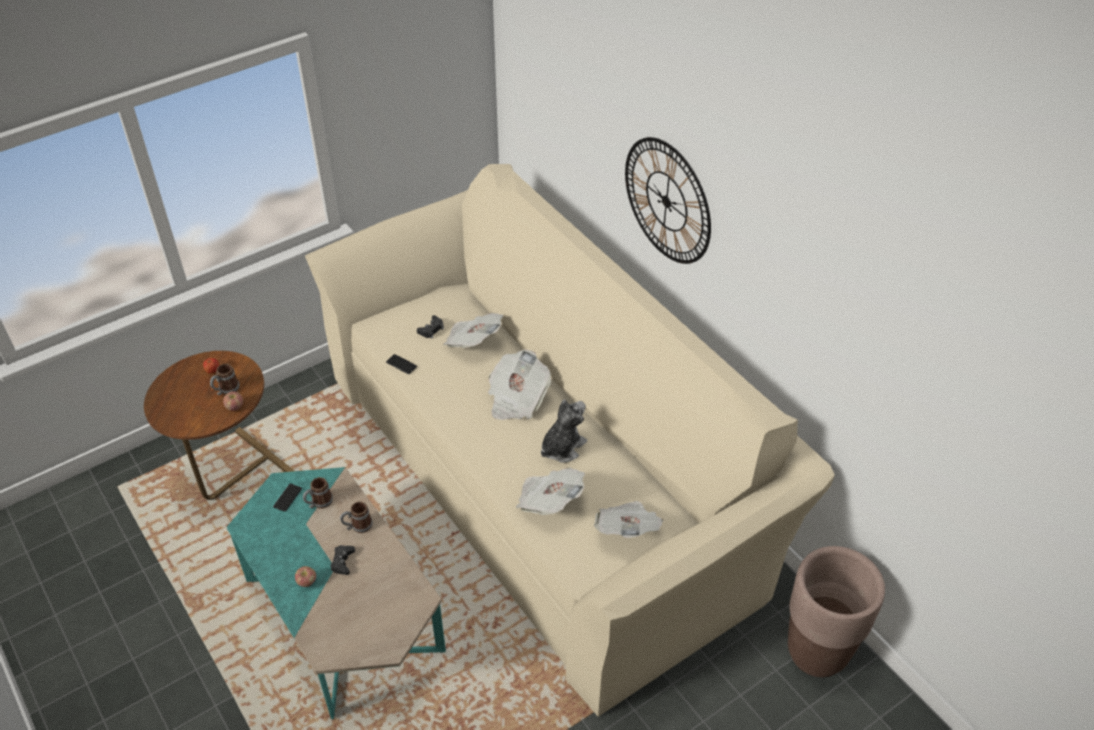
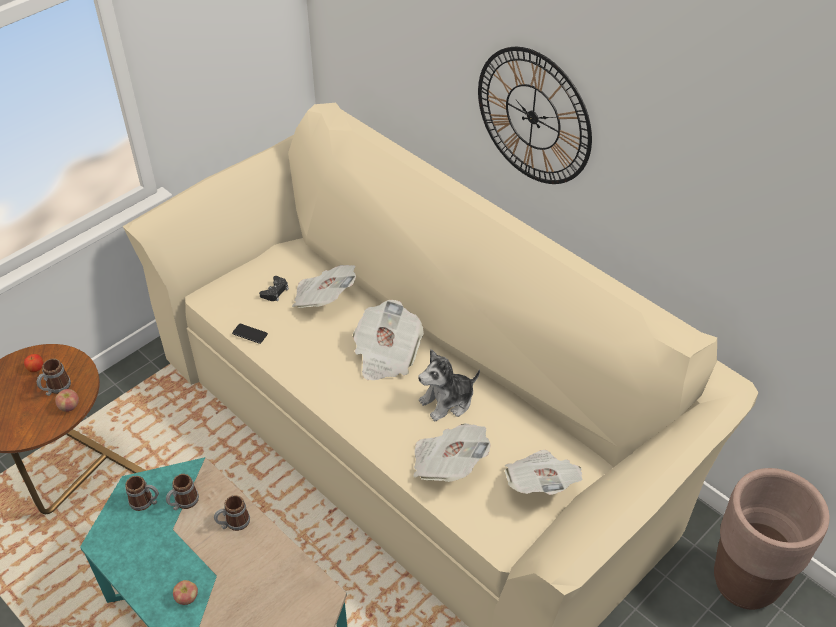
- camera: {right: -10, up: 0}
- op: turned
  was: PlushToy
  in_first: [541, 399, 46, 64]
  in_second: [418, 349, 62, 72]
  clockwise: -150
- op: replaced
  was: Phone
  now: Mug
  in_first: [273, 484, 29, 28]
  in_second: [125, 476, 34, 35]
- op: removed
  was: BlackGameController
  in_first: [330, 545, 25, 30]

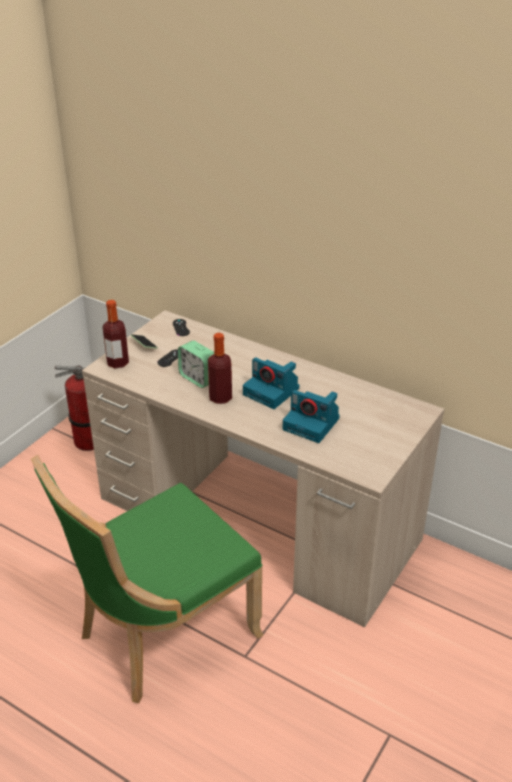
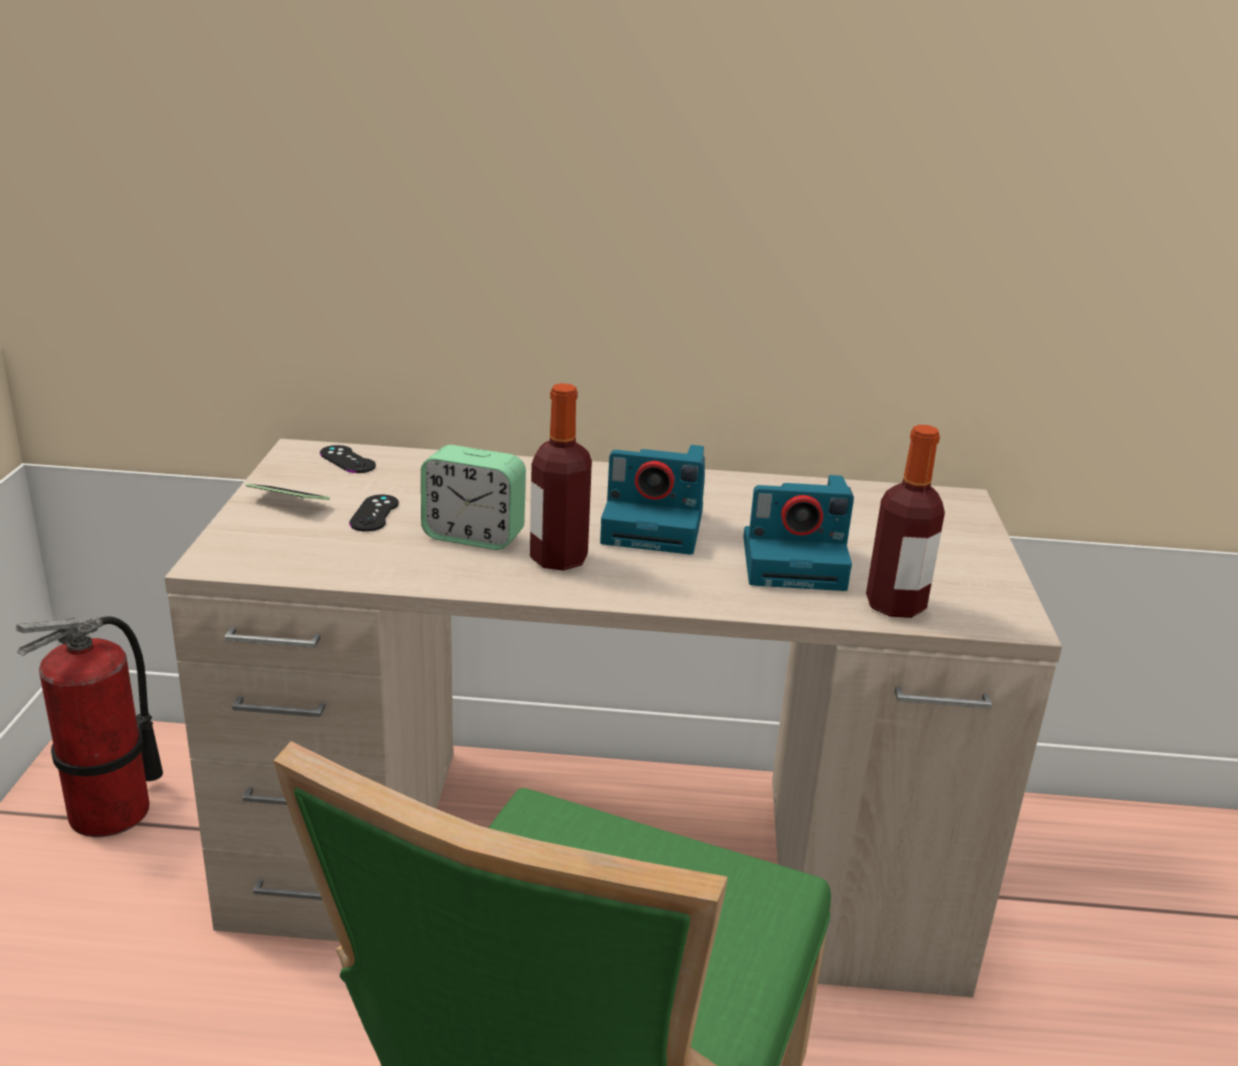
- camera: {right: -30, up: -10}
- op: moved
  was: Bottle
  in_first: [103, 300, 26, 68]
  in_second: [866, 425, 79, 193]

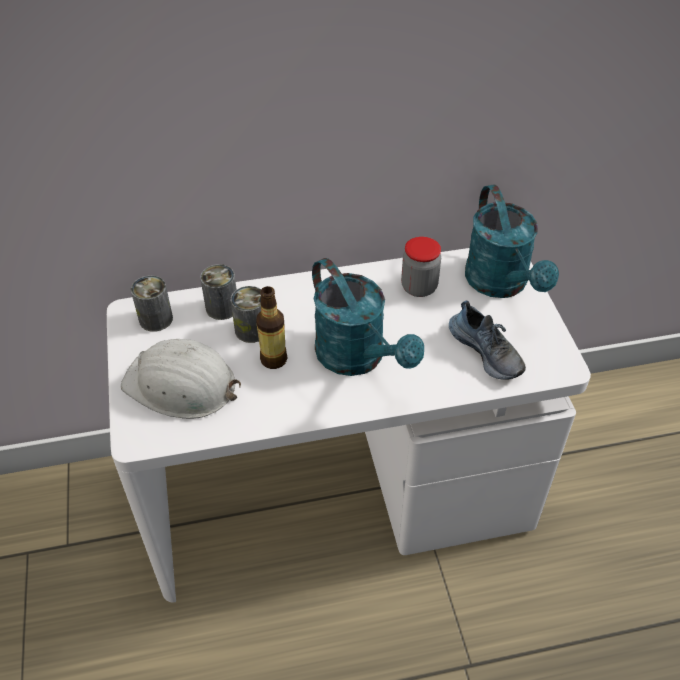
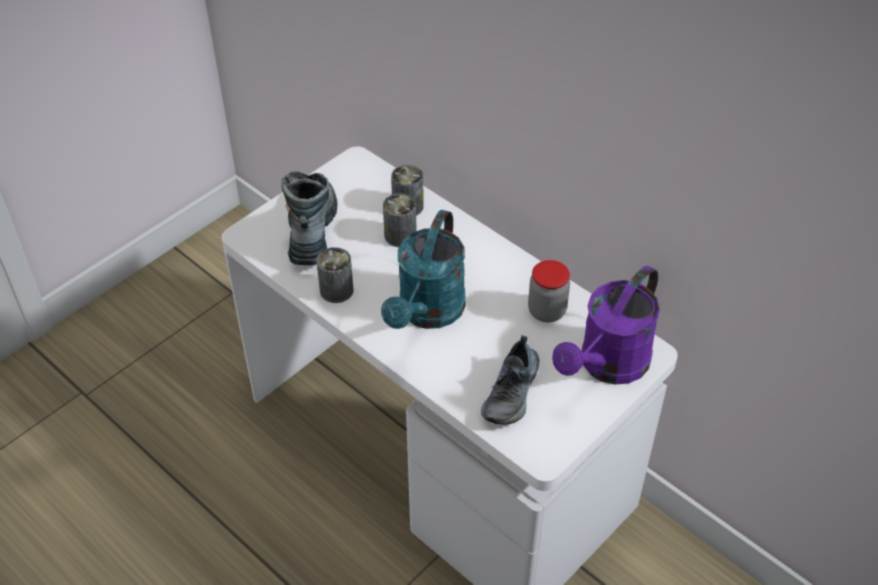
- camera: {right: 55, up: 0}
- op: recoloured
  was: TurquoiseWateringCan
  now: PurpleWateringCan
  in_first: [465, 185, 94, 113]
  in_second: [552, 266, 108, 119]
- op: moved
  was: Can
  in_first: [131, 275, 42, 57]
  in_second: [316, 247, 38, 56]
- op: removed
  was: Bottle
  in_first: [256, 286, 31, 83]
- op: replaced
  was: WhiteHardHat
  now: Boot
  in_first: [121, 339, 120, 80]
  in_second: [281, 171, 57, 94]

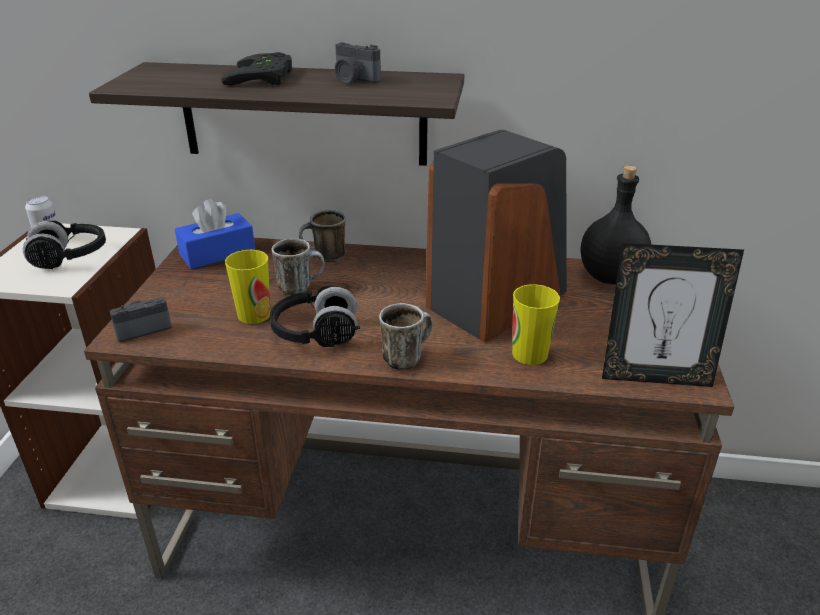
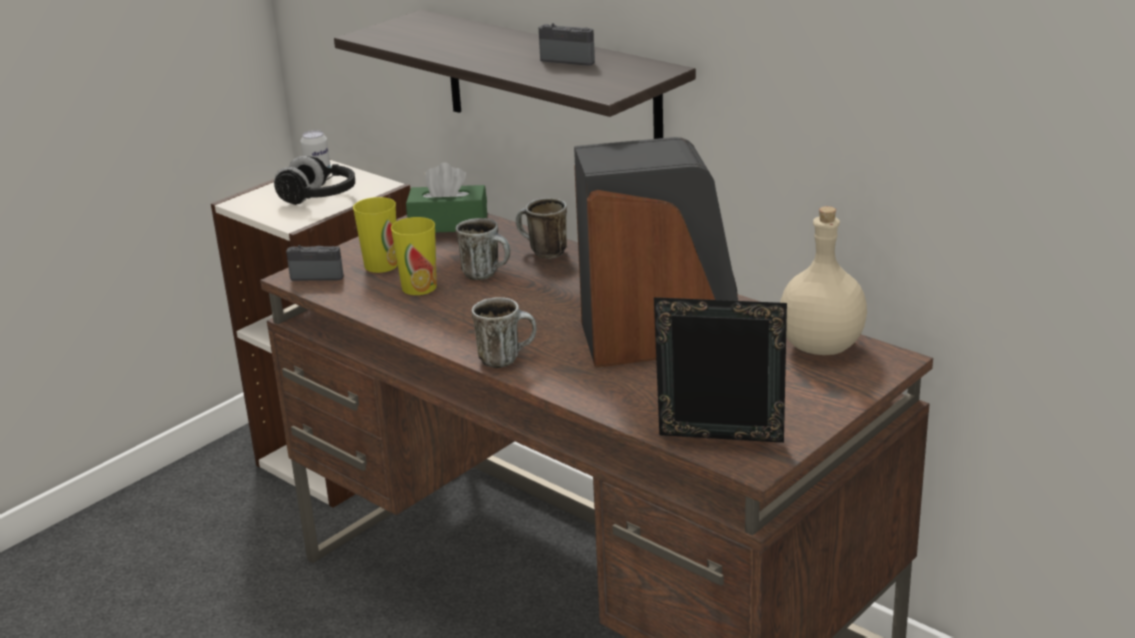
- camera: {right: 35, up: -5}
- op: turned
  was: PhotoCamera
  in_first: [335, 42, 46, 42]
  in_second: [539, 23, 56, 43]
  clockwise: 135
- op: removed
  was: BlackGameController
  in_first: [221, 52, 71, 34]
- op: recoloured
  was: BlackBottle
  now: BeigeBottle
  in_first: [581, 165, 70, 119]
  in_second: [780, 206, 87, 149]
- op: recoloured
  was: BlueTissueBox
  now: GreenTissueBox
  in_first: [175, 199, 80, 70]
  in_second: [406, 163, 81, 69]
- op: turned
  was: PictureFrame
  in_first: [602, 243, 142, 144]
  in_second: [654, 297, 133, 146]
  clockwise: 150
- op: moved
  was: Cup
  in_first: [512, 284, 48, 81]
  in_second: [353, 197, 45, 76]
- op: removed
  was: BlackHeadphones
  in_first: [269, 285, 91, 62]

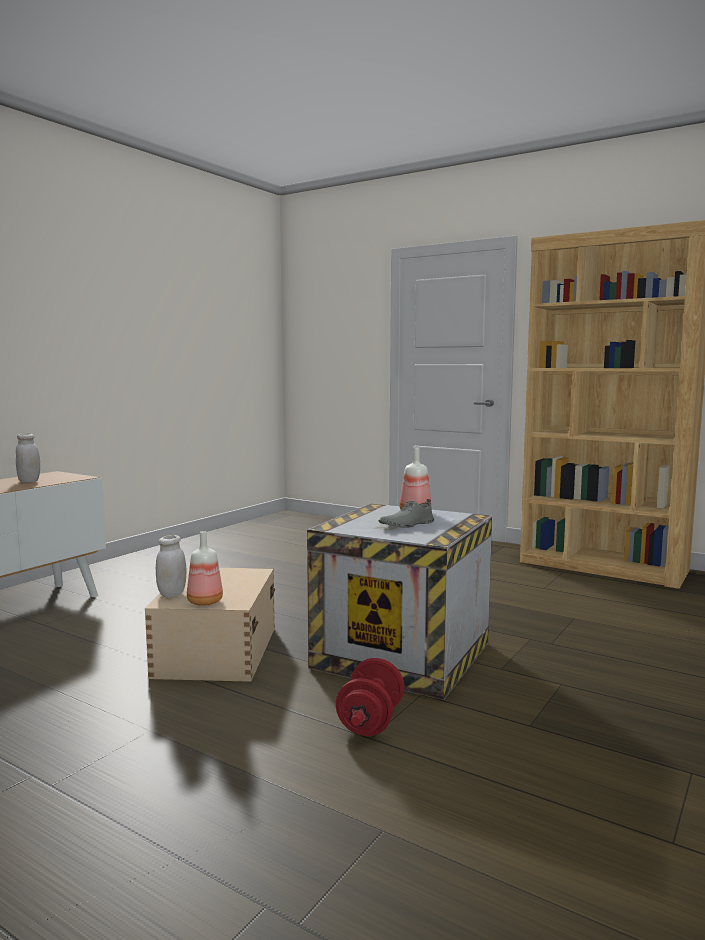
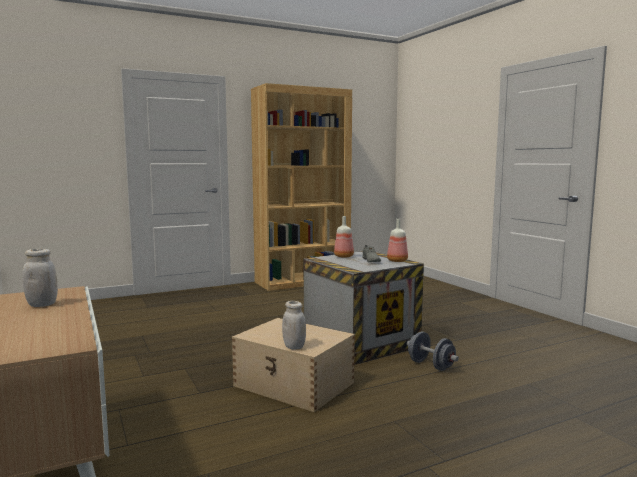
- camera: {right: -60, up: 0}
- op: moved
  was: Bottle
  in_first: [187, 531, 36, 75]
  in_second: [387, 219, 21, 43]
- op: recoloured
  was: RedDumbbell
  now: GreyDumbbell
  in_first: [336, 658, 68, 78]
  in_second: [407, 332, 52, 39]

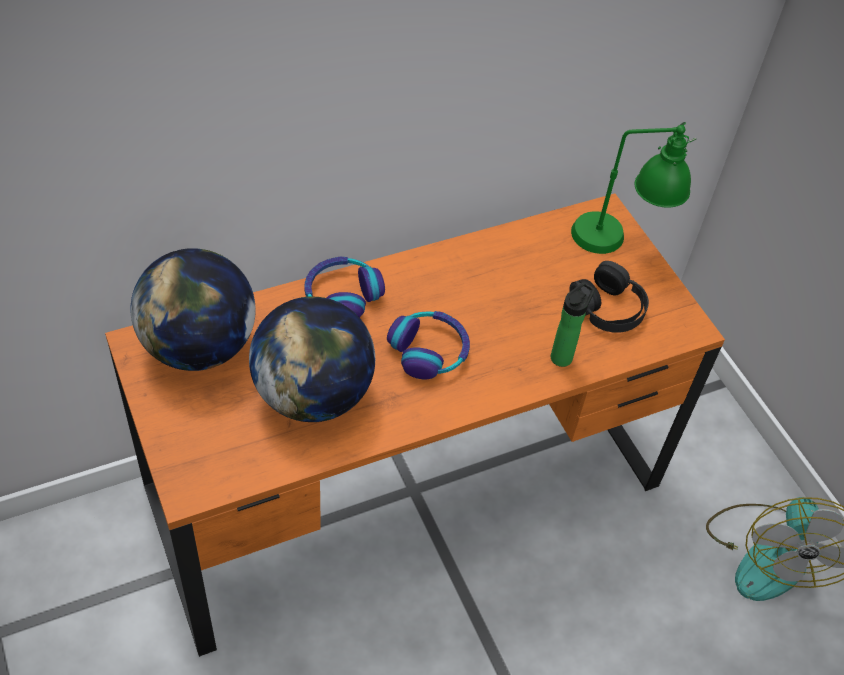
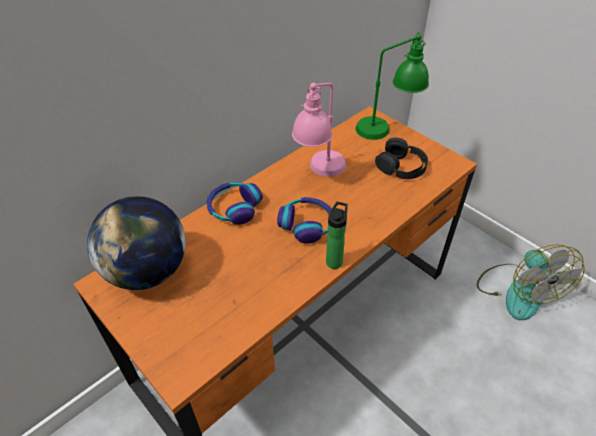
- camera: {right: -15, up: -5}
- op: moved
  was: Bottle
  in_first: [551, 282, 44, 85]
  in_second: [326, 202, 22, 67]
- op: removed
  was: Globe
  in_first: [249, 297, 126, 125]
- op: added
  now: PinkTableLamp
  in_second: [292, 82, 54, 95]

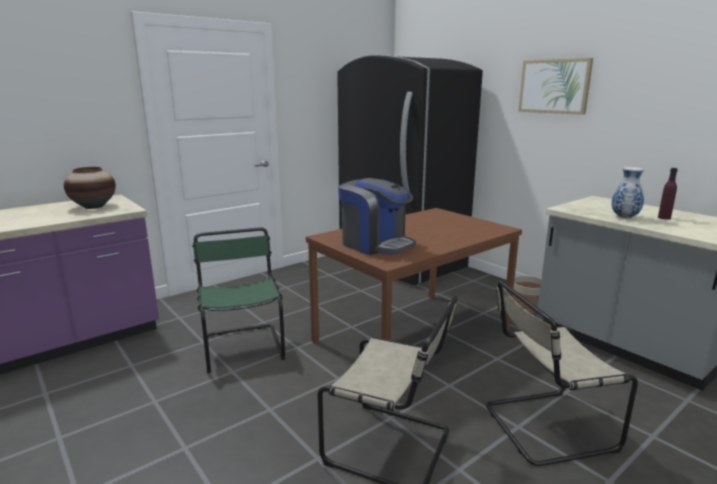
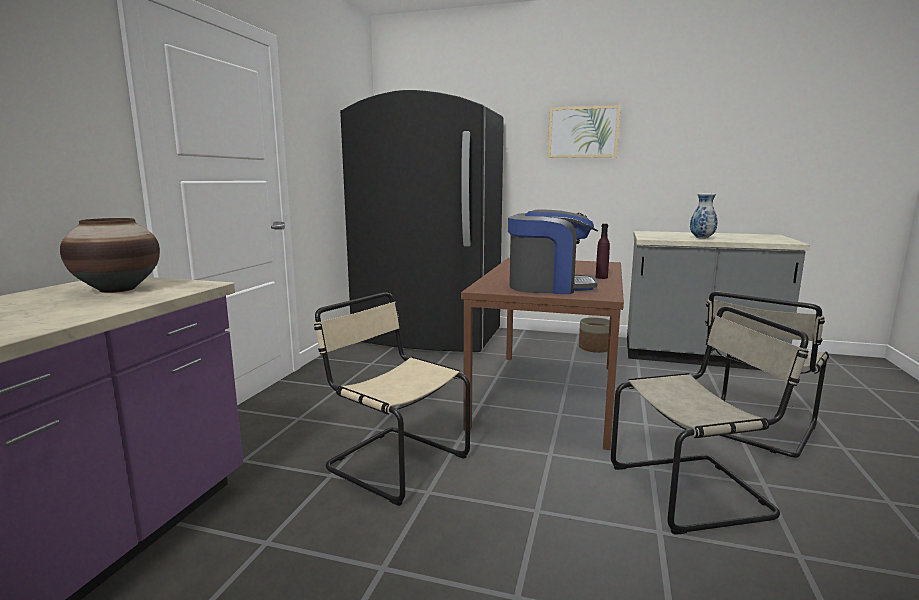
- camera: {right: -35, up: -5}
- op: moved
  was: PurpleBottle
  in_first: [658, 168, 20, 52]
  in_second: [595, 224, 15, 55]
- op: recoloured
  was: GreenChair
  now: BeigeChair
  in_first: [192, 228, 93, 145]
  in_second: [314, 292, 156, 214]

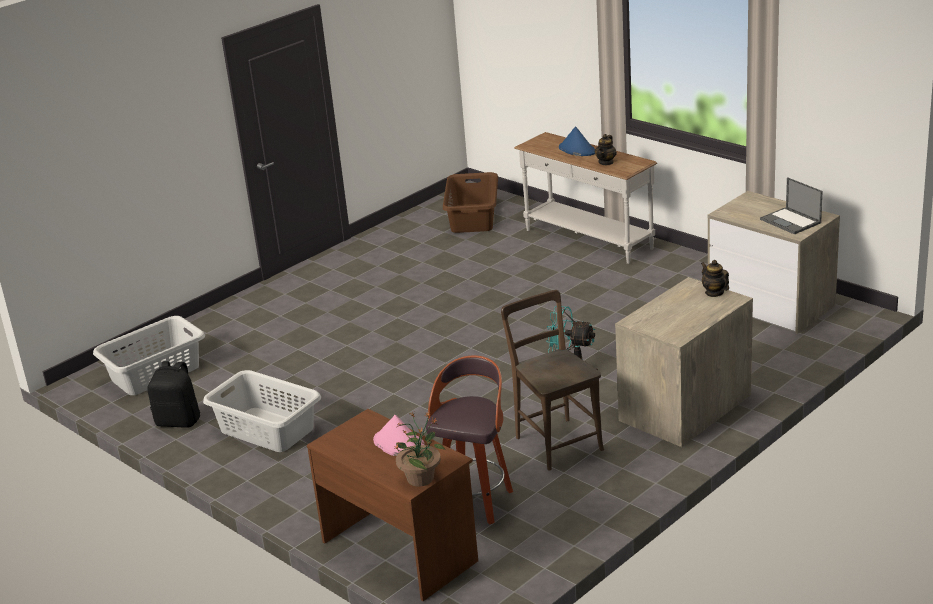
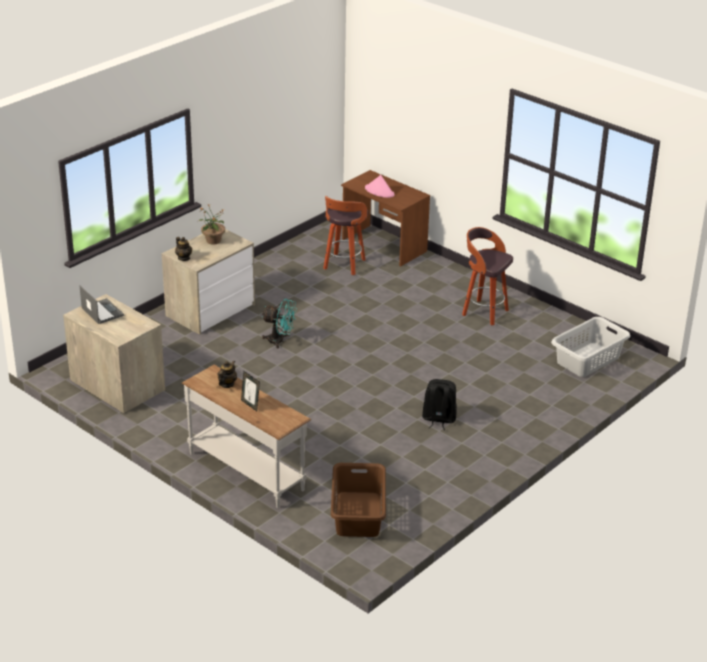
- camera: {right: 175, up: 5}
- op: replaced
  was: BlueHat
  now: PictureFrame
  in_first: [559, 126, 36, 30]
  in_second: [241, 371, 19, 40]
- op: removed
  was: BrownChair
  in_first: [501, 290, 103, 181]
- op: moved
  was: BlackBackpack
  in_first: [147, 361, 53, 67]
  in_second: [422, 379, 35, 51]
- op: replaced
  was: GreyLaundryBasket
  now: Stool
  in_first: [203, 370, 118, 82]
  in_second: [462, 227, 51, 98]
- op: moved
  was: PottedPlant
  in_first: [395, 412, 50, 75]
  in_second: [198, 205, 27, 39]

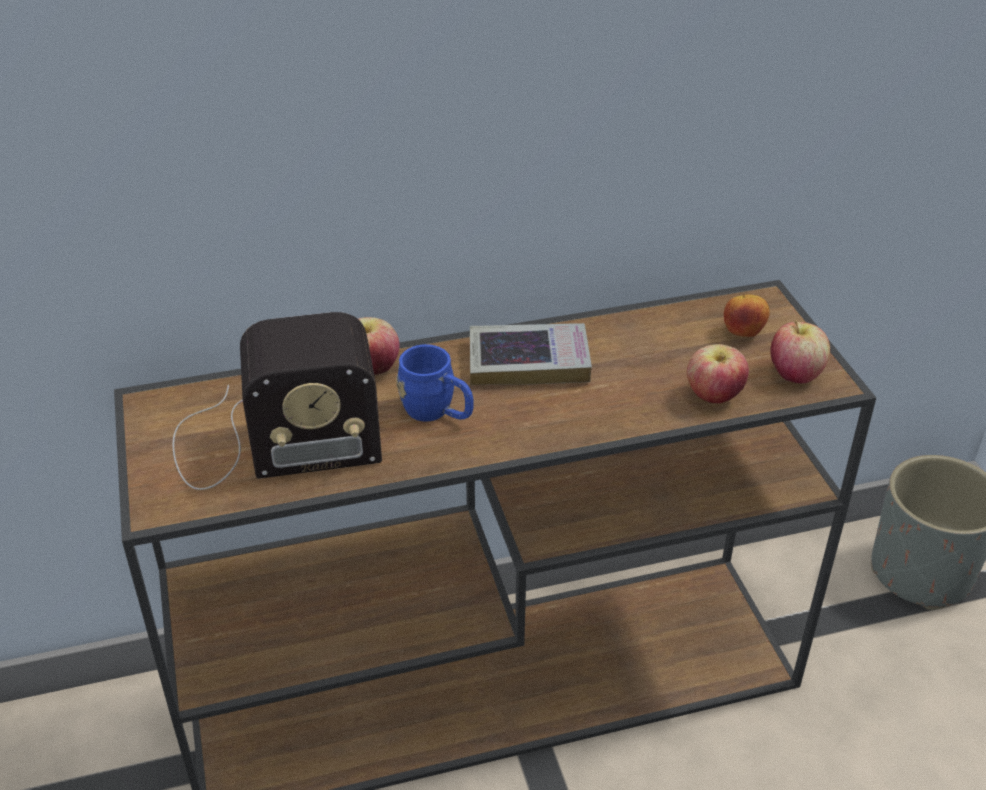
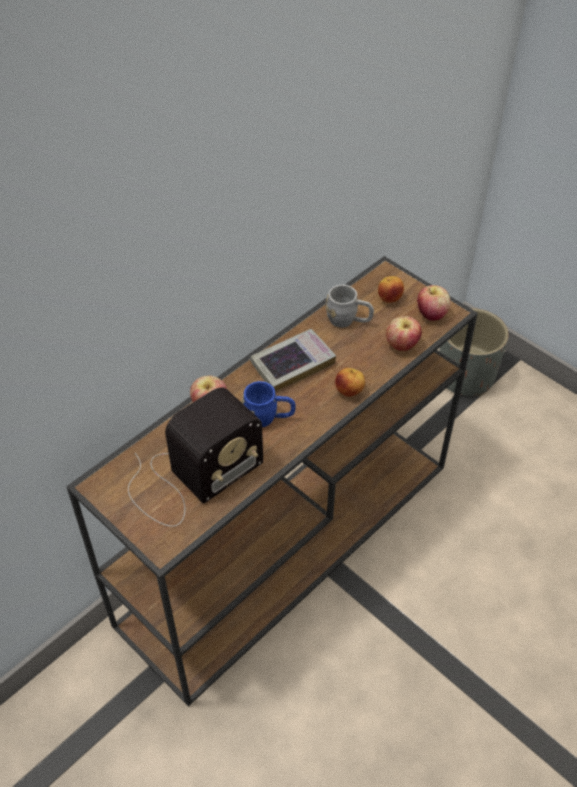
- camera: {right: -30, up: 10}
- op: added
  now: GreyMug
  in_second: [325, 285, 49, 43]
- op: added
  now: Apple
  in_second: [335, 368, 30, 29]

